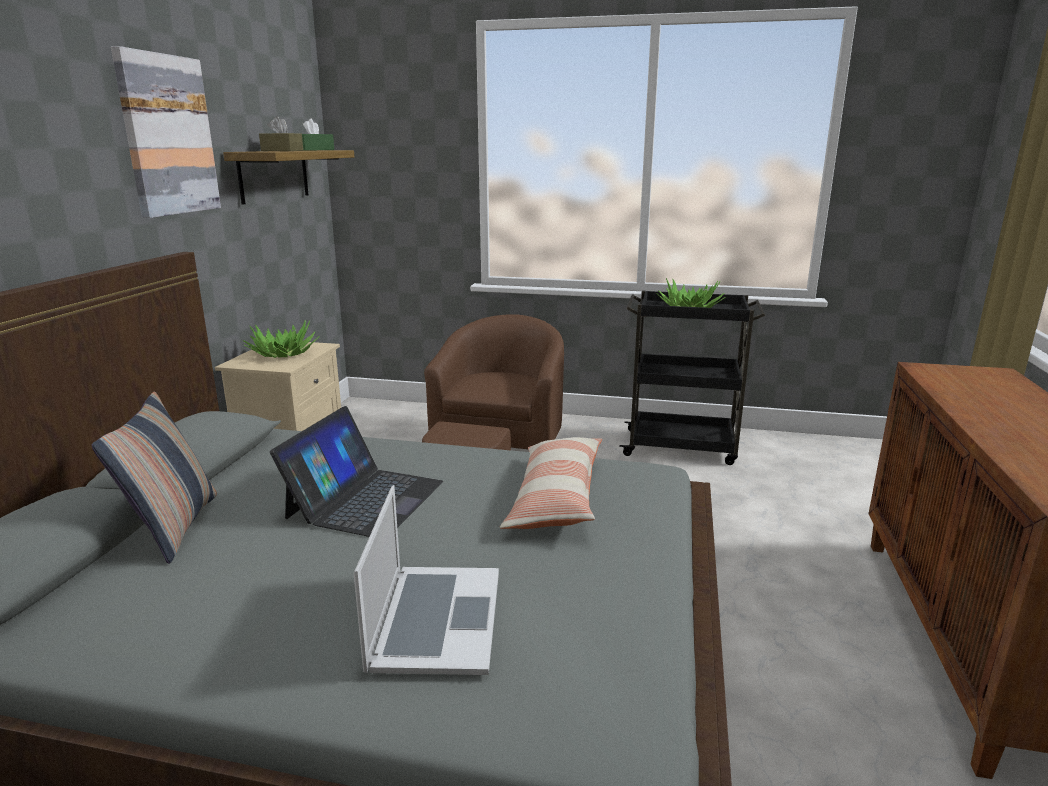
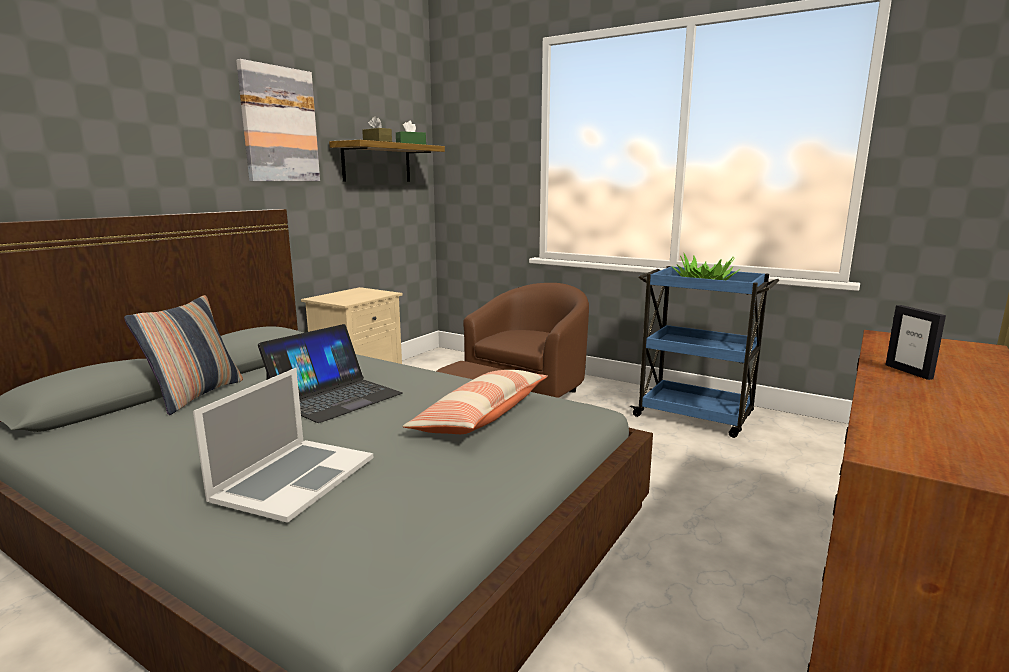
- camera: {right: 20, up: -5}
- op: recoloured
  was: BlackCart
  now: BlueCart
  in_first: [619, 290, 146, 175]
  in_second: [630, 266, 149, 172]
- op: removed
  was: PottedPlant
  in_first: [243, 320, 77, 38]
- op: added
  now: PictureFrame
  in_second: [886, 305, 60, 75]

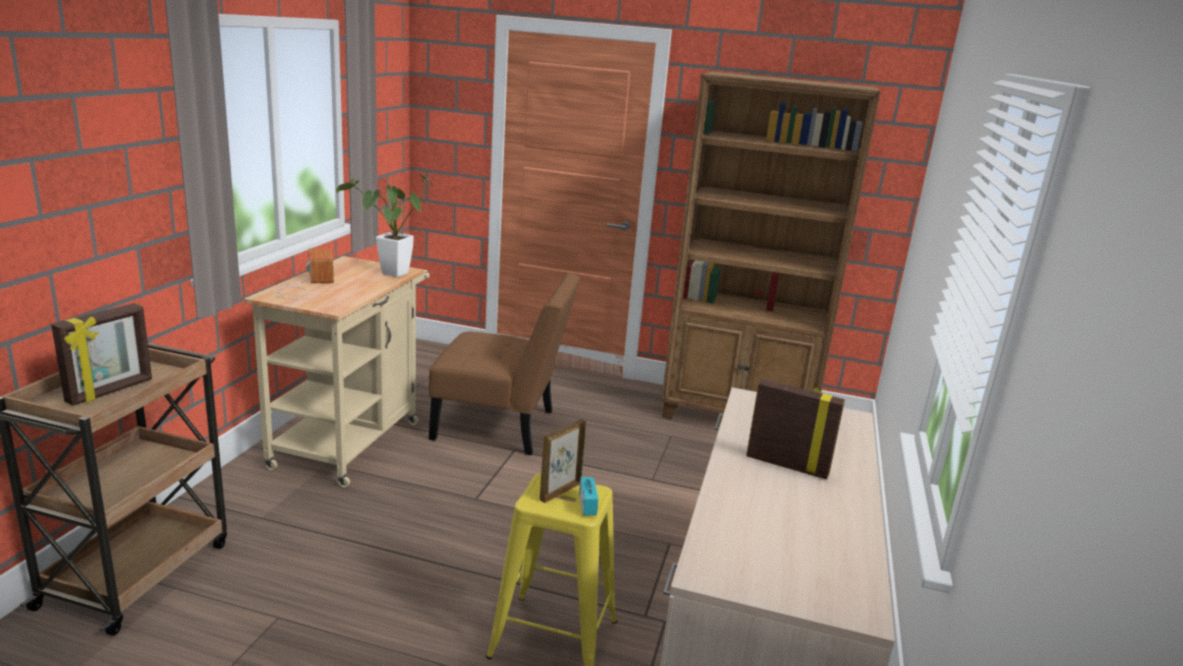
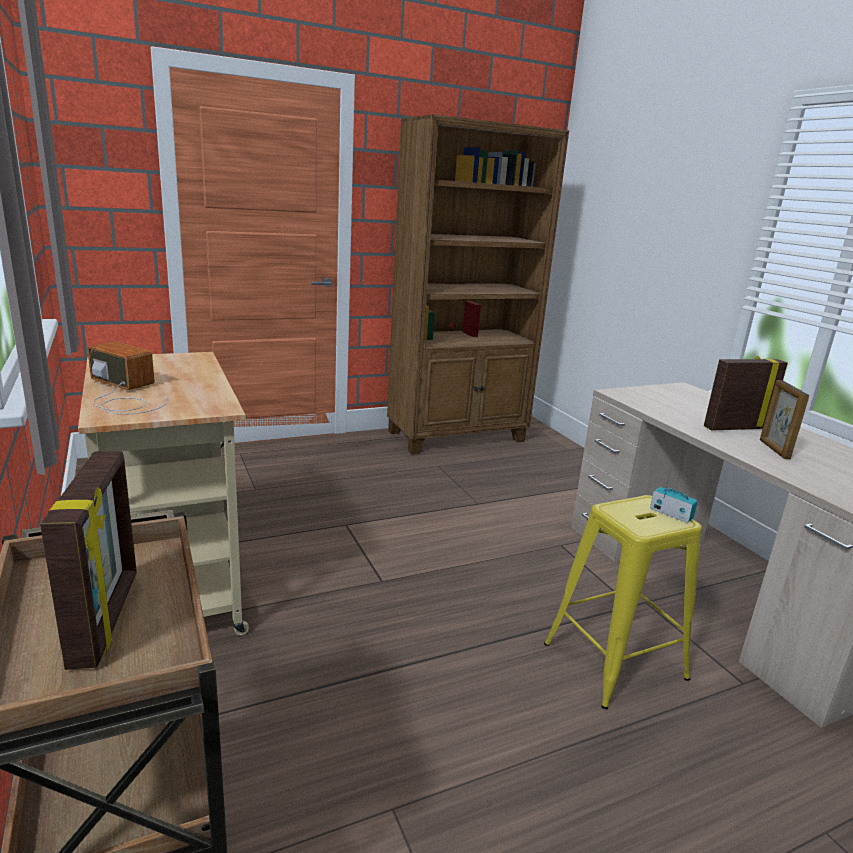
- camera: {right: -40, up: 0}
- op: removed
  was: PottedPlant
  in_first: [336, 173, 96, 104]
- op: removed
  was: BrownChair
  in_first: [429, 273, 151, 182]
- op: moved
  was: PictureFrame
  in_first: [540, 419, 46, 84]
  in_second: [760, 380, 49, 79]

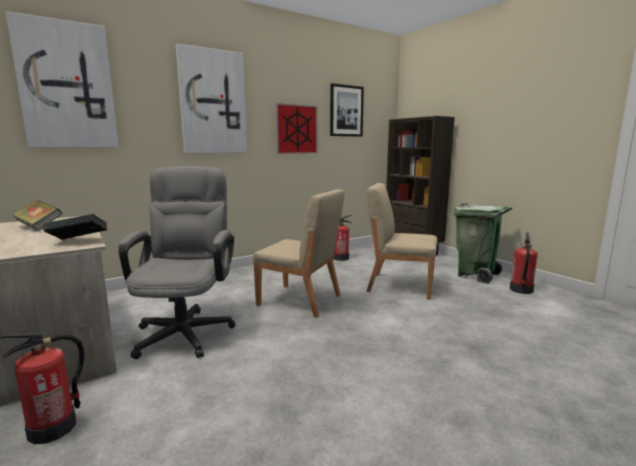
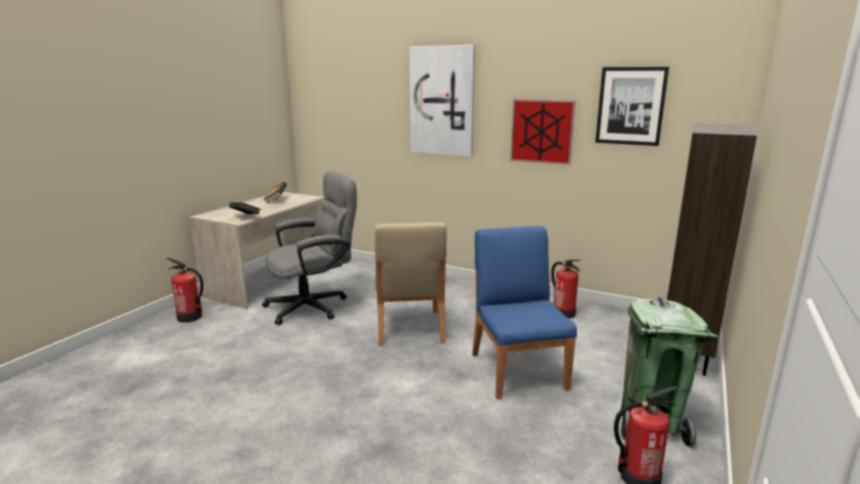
- camera: {right: 60, up: 5}
- op: removed
  was: Picture
  in_first: [6, 11, 113, 137]
- op: recoloured
  was: BeigeChair
  now: BlueChair
  in_first: [366, 183, 72, 116]
  in_second: [472, 226, 105, 173]

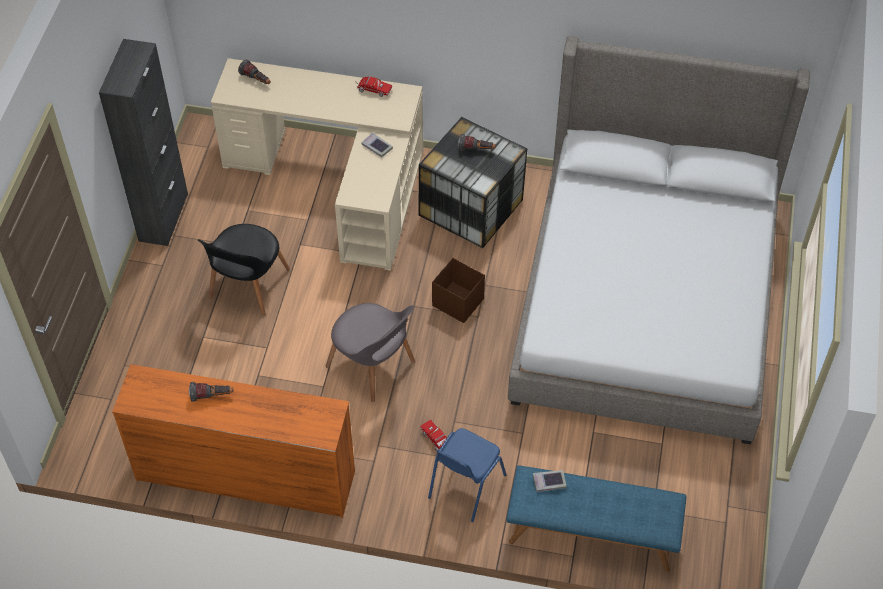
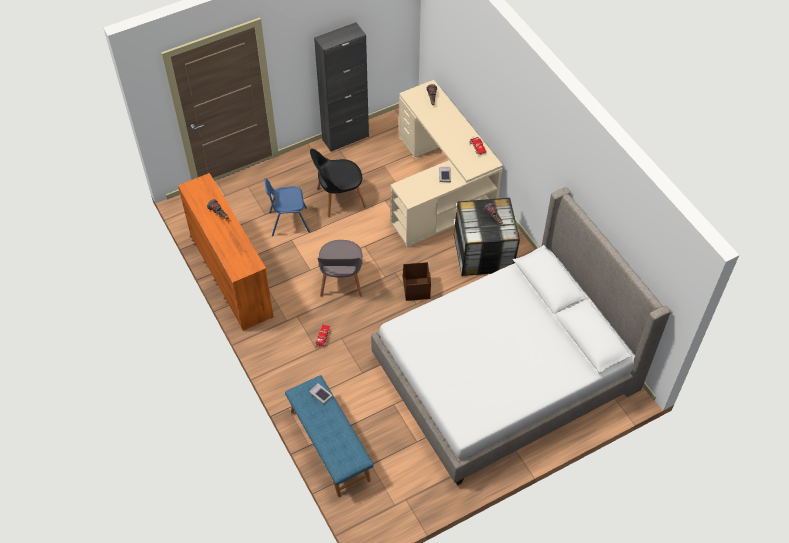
- camera: {right: 50, up: 0}
- op: moved
  was: BlueChair
  in_first: [428, 428, 78, 94]
  in_second: [265, 178, 45, 58]

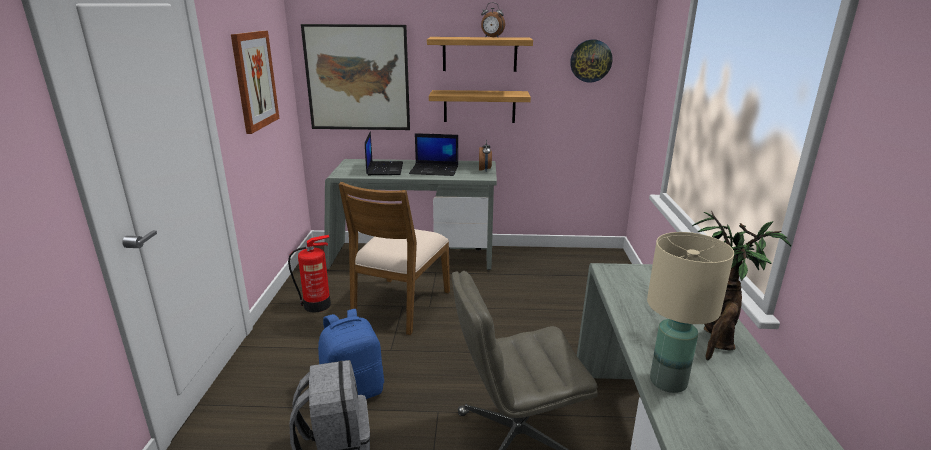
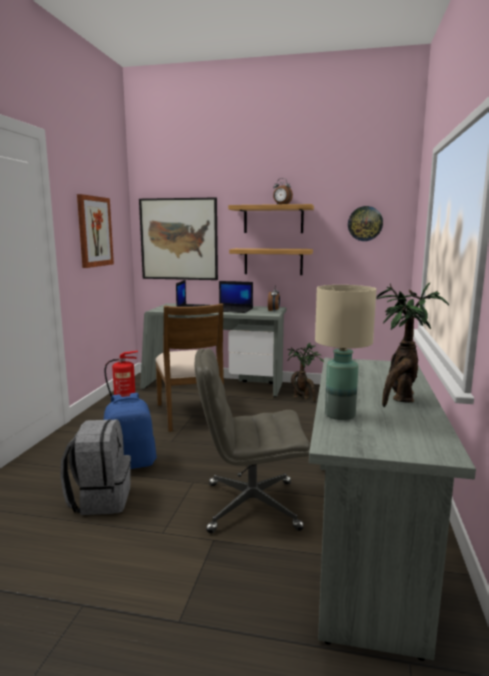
- camera: {right: 10, up: -10}
- op: turned
  was: BrownChair
  in_first: [338, 182, 112, 153]
  in_second: [155, 303, 69, 129]
  clockwise: -45
- op: added
  now: PottedPlant
  in_second: [287, 343, 37, 60]

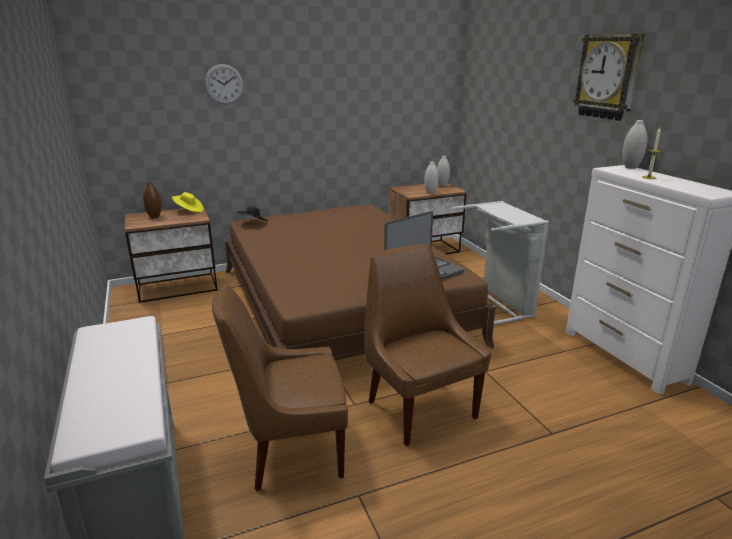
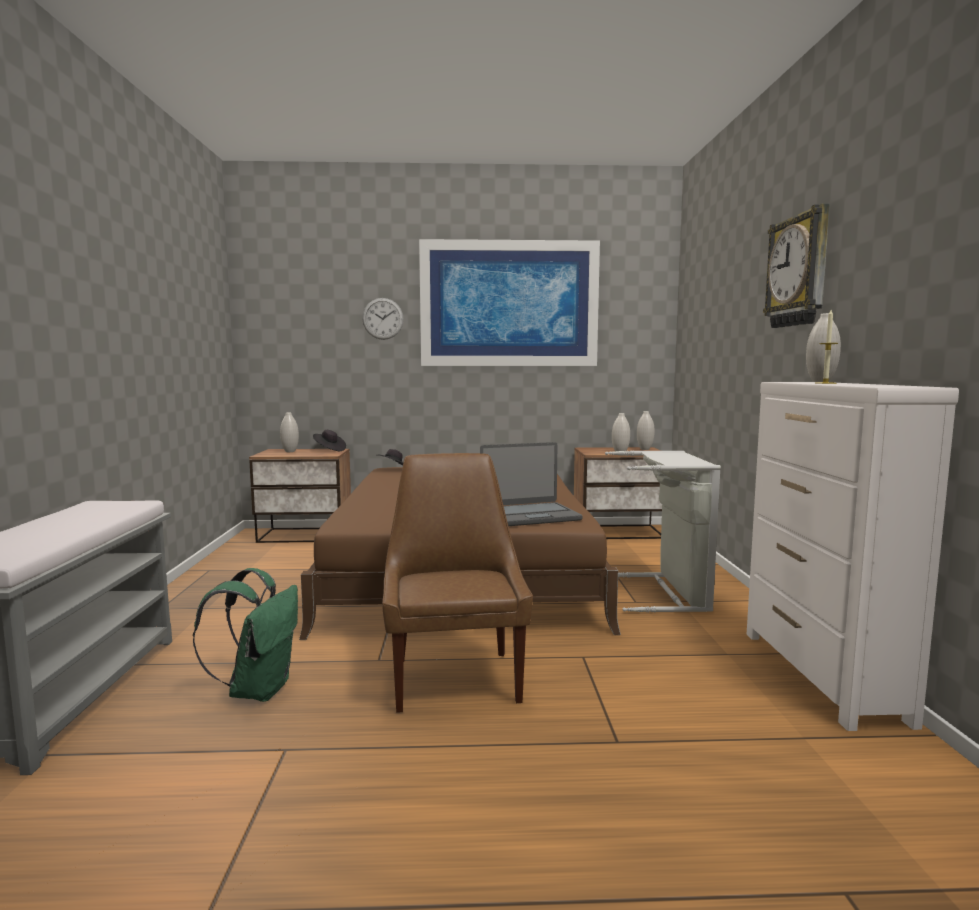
- camera: {right: 20, up: -15}
- op: recoloured
  was: BrownVase
  now: WhiteVase
  in_first: [143, 181, 18, 37]
  in_second: [280, 412, 19, 40]
- op: recoloured
  was: YellowHat
  now: BlackHat
  in_first: [172, 192, 31, 20]
  in_second: [313, 430, 33, 21]
- op: replaced
  was: BrownChair
  now: GreenBackpack
  in_first: [212, 284, 136, 207]
  in_second: [193, 568, 105, 134]
- op: added
  now: Picture
  in_second: [419, 239, 181, 127]

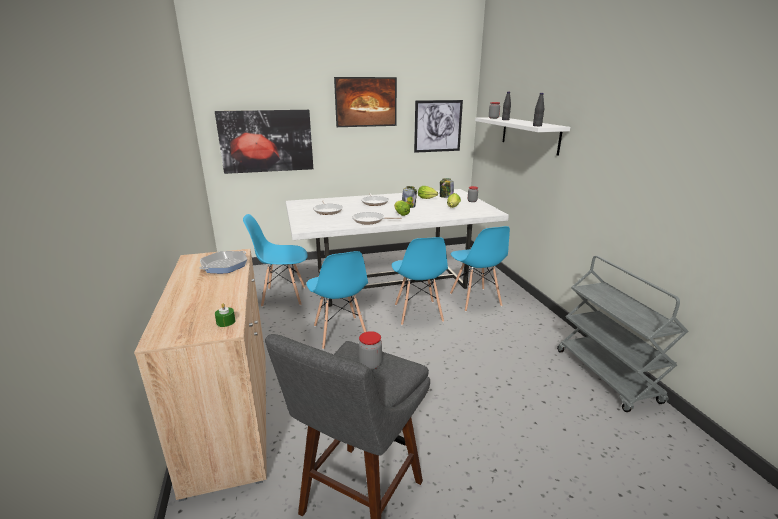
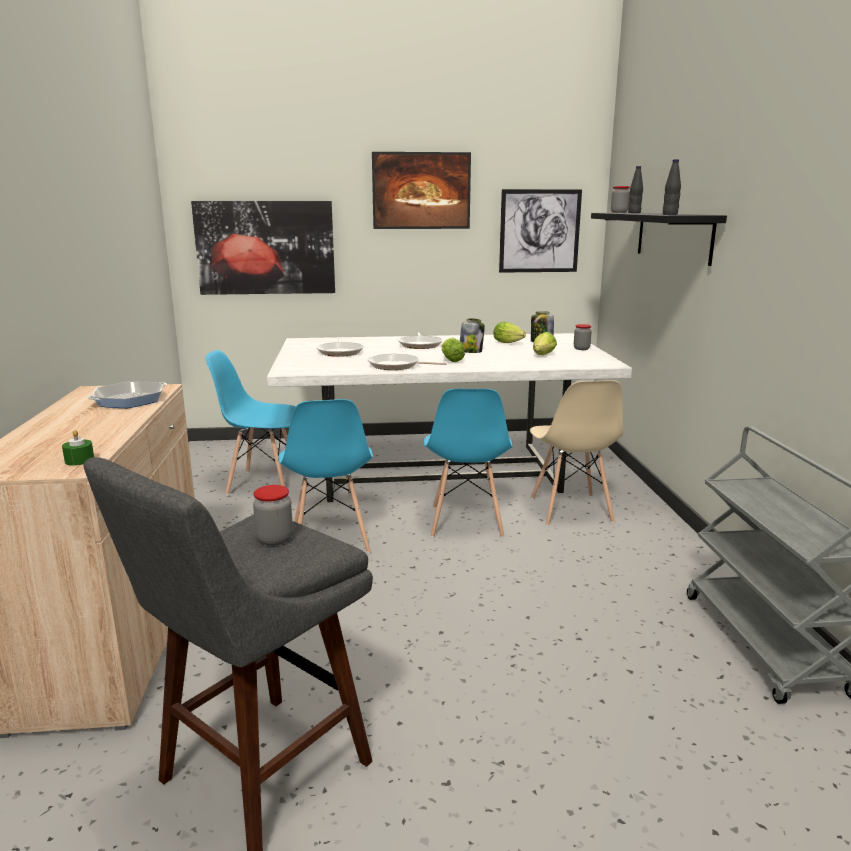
- camera: {right: 10, up: -5}
- op: recoloured
  was: WhiteShelf
  now: BlackShelf
  in_first: [475, 117, 95, 39]
  in_second: [591, 213, 136, 53]
- op: recoloured
  was: BlueChair
  now: BeigeChair
  in_first: [450, 226, 60, 86]
  in_second: [530, 380, 93, 146]

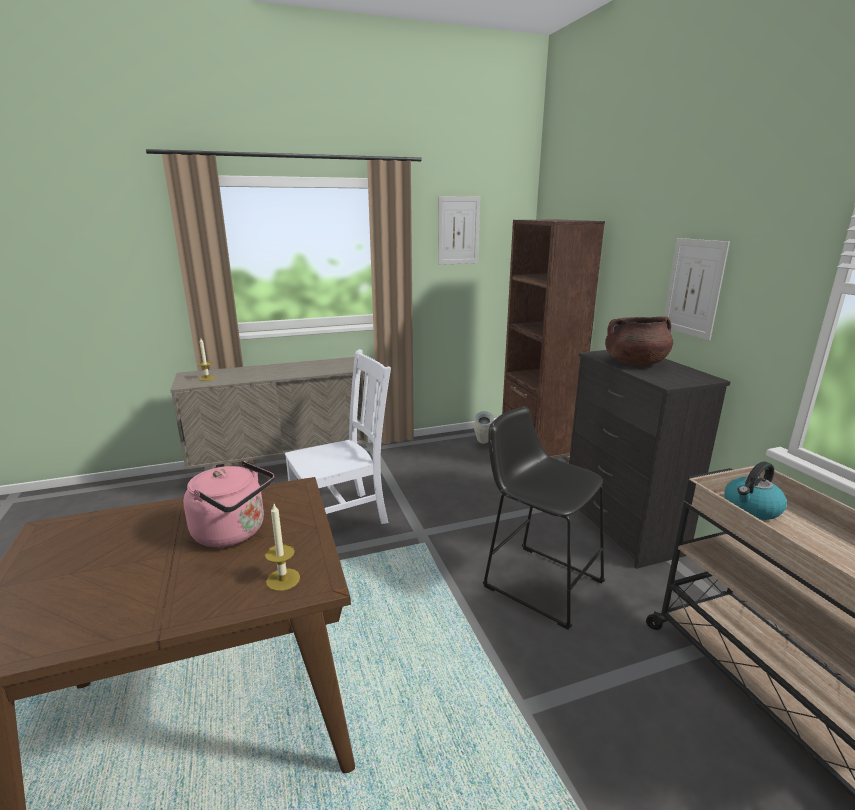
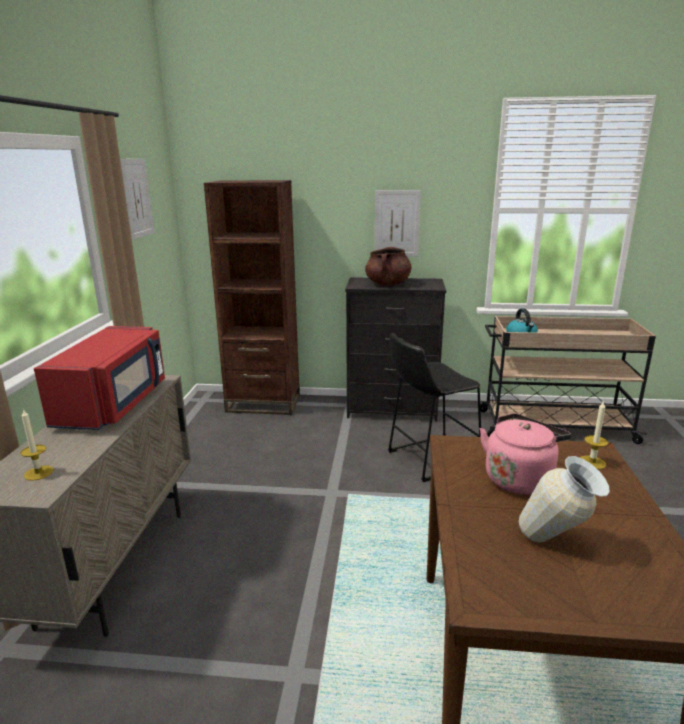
- camera: {right: -65, up: 0}
- op: removed
  was: WhiteChair
  in_first: [285, 349, 106, 175]
- op: moved
  was: Vase
  in_first: [473, 411, 21, 33]
  in_second: [519, 456, 91, 86]
- op: added
  now: RedMicrowave
  in_second: [34, 326, 131, 104]

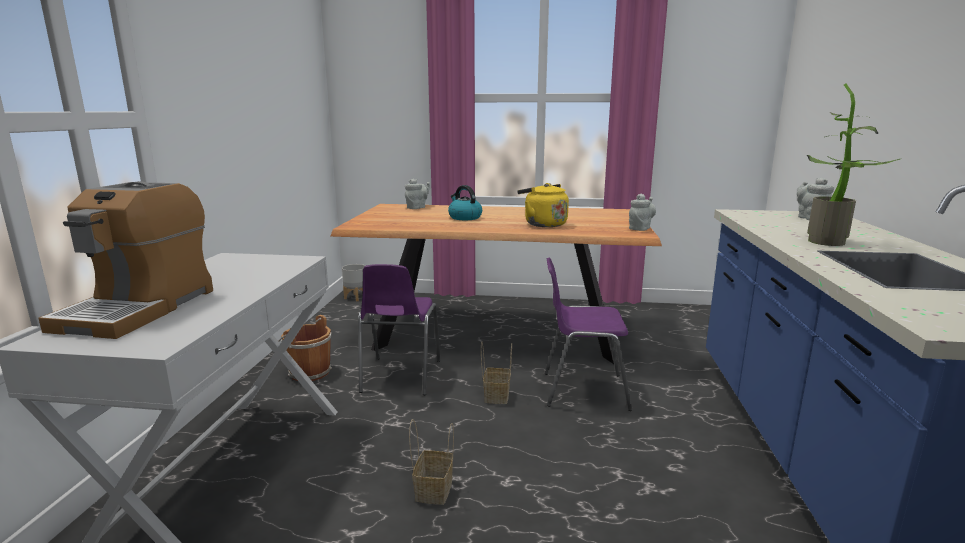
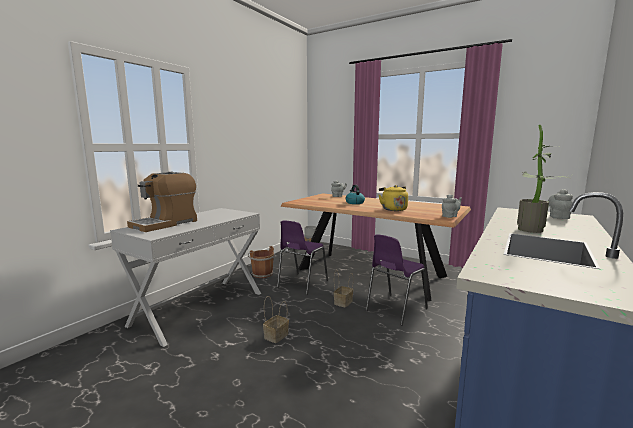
- camera: {right: 25, up: -5}
- op: turned
  was: PurpleChair
  in_first: [544, 258, 88, 153]
  in_second: [366, 234, 62, 92]
  clockwise: -75

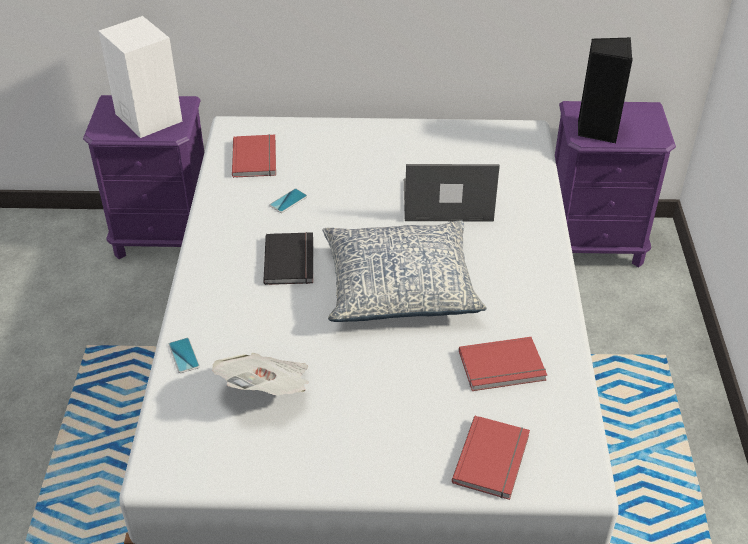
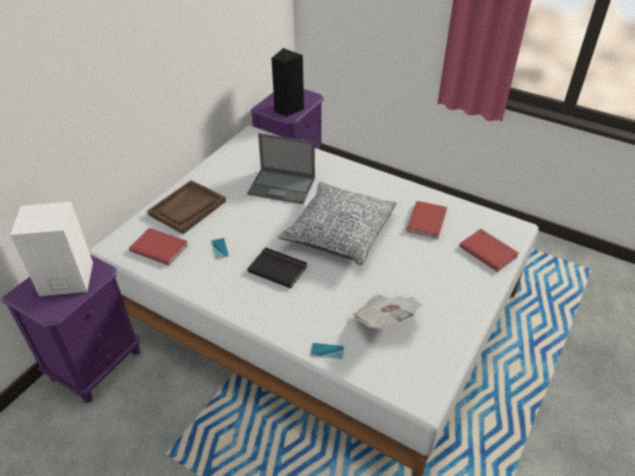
- camera: {right: -60, up: 0}
- op: turned
  was: Laptop
  in_first: [404, 164, 96, 58]
  in_second: [247, 133, 68, 71]
  clockwise: -105
- op: added
  now: BrownTray
  in_second: [147, 180, 79, 54]

